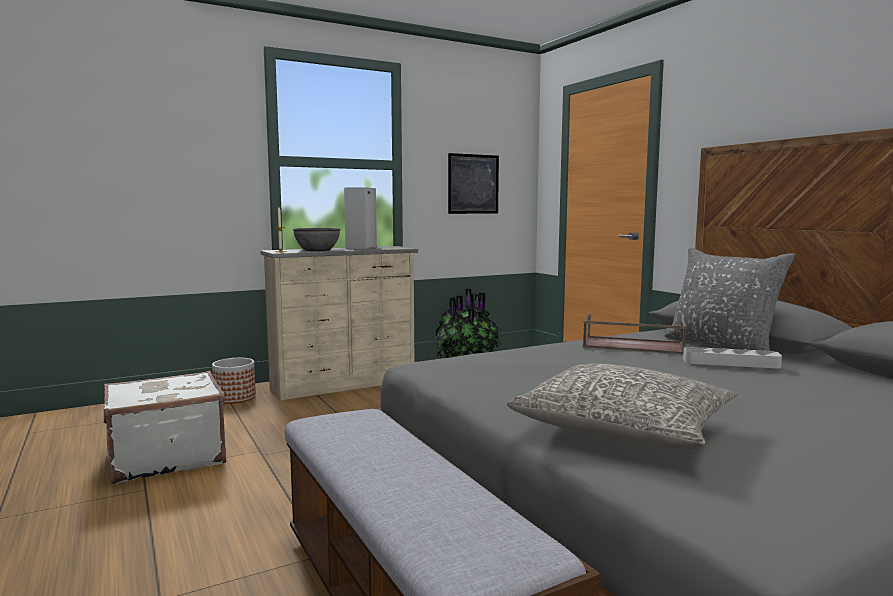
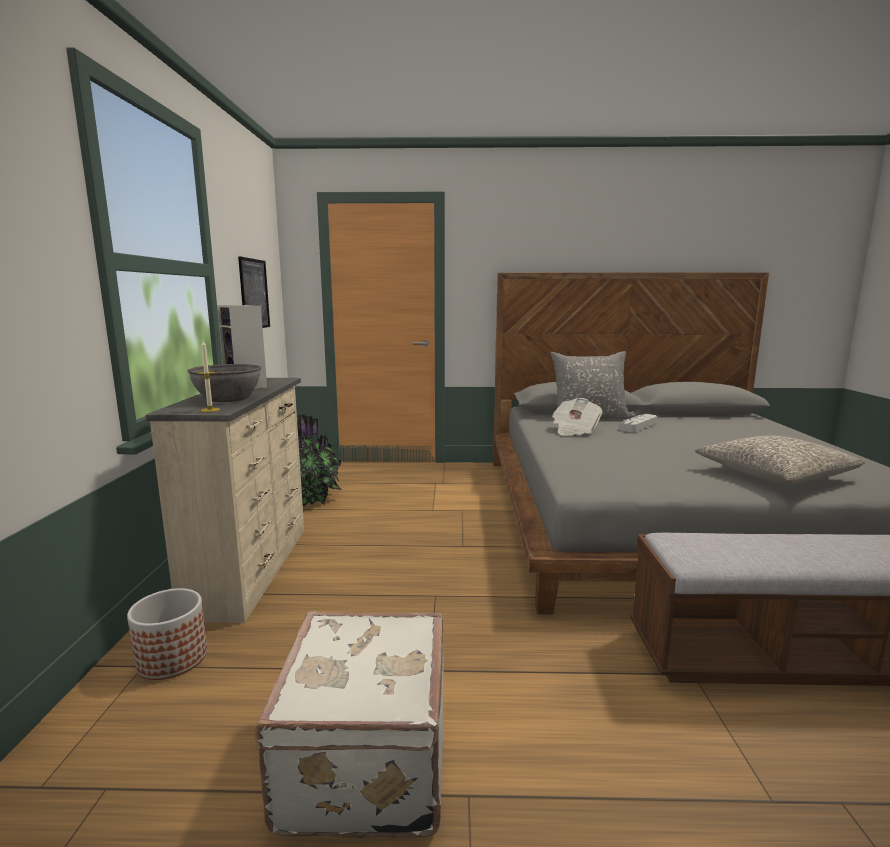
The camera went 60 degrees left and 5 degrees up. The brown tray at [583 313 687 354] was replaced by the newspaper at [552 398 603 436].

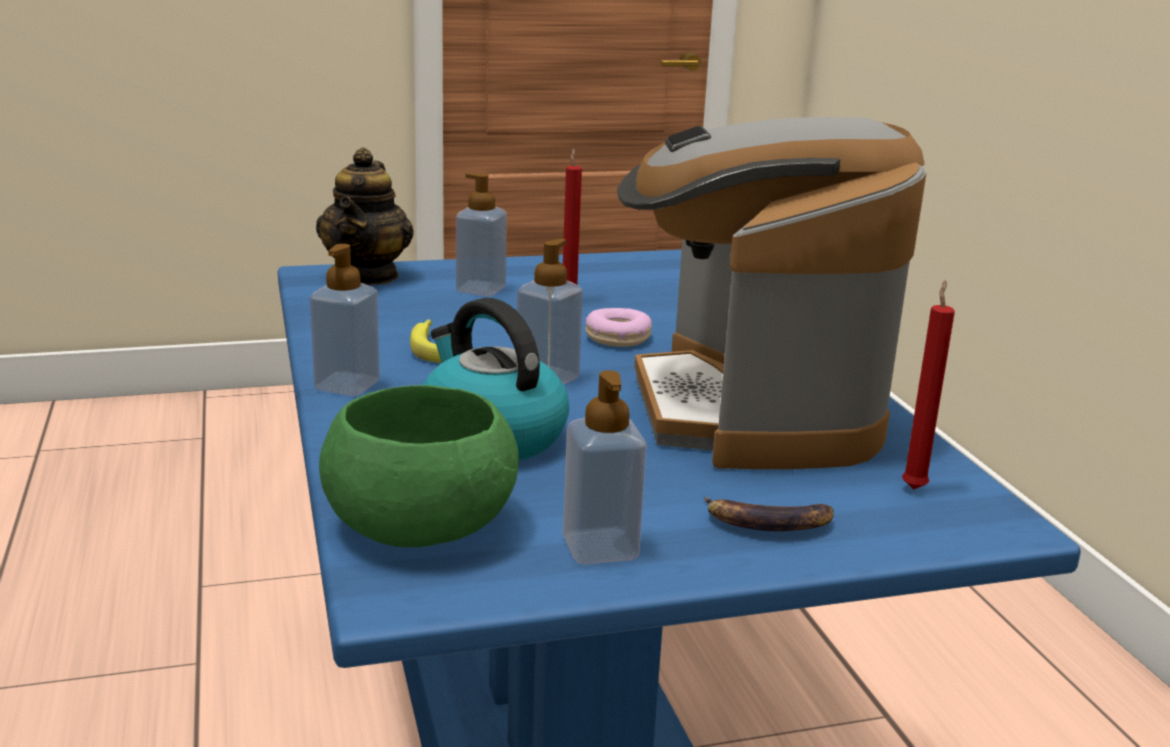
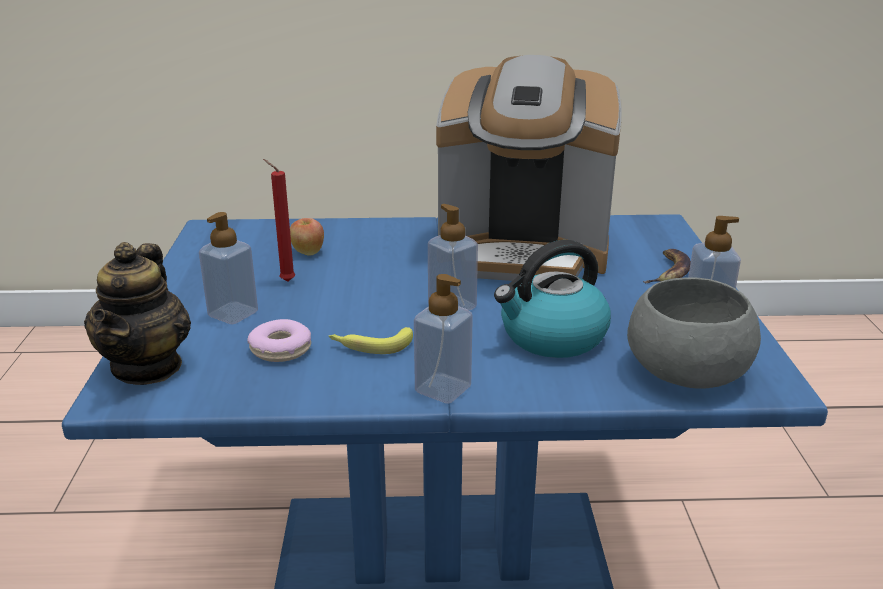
The camera went 75 degrees left and 5 degrees up. The teapot at [316 147 414 285] turned 75 degrees clockwise. The donut moved from [585 308 652 347] to [247 319 311 362]. The apple at [290 218 324 256] appeared. The green bowl at [319 385 519 547] became the grey bowl at [627 277 761 389]. The red candle at [902 280 955 489] disappeared.

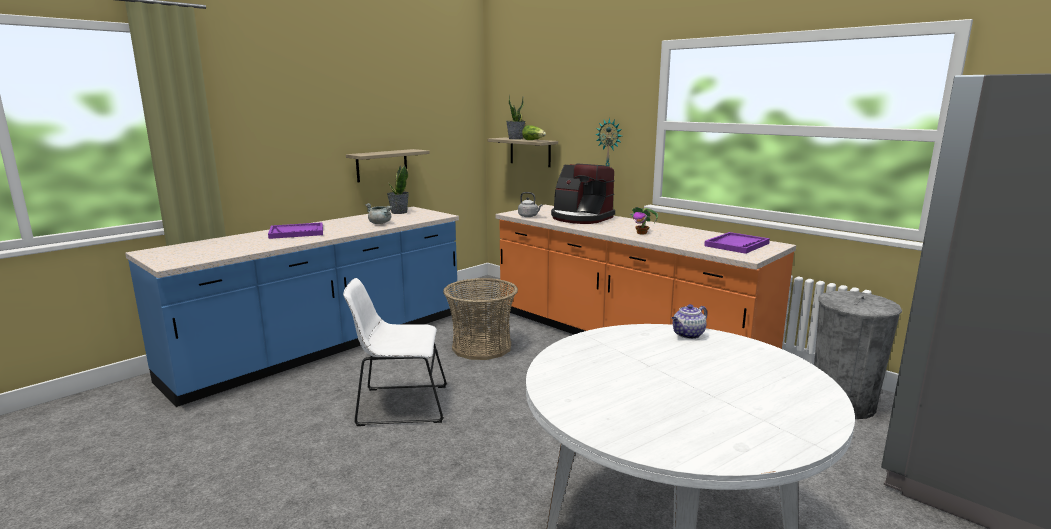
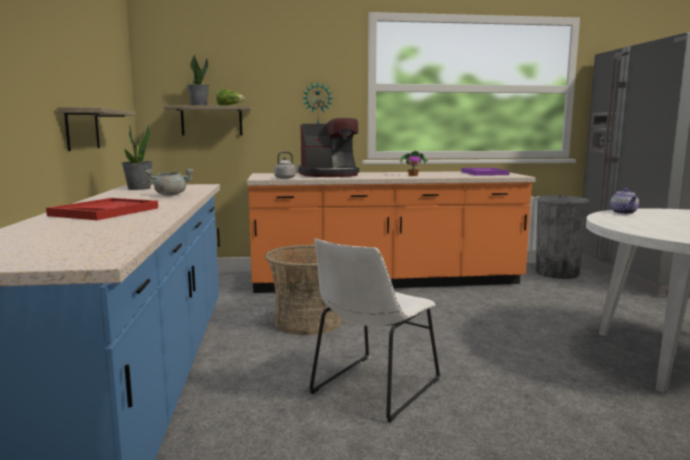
The camera went 50 degrees left and 5 degrees down. The purple tray at [268 222 323 239] became the red tray at [46 198 158 220].

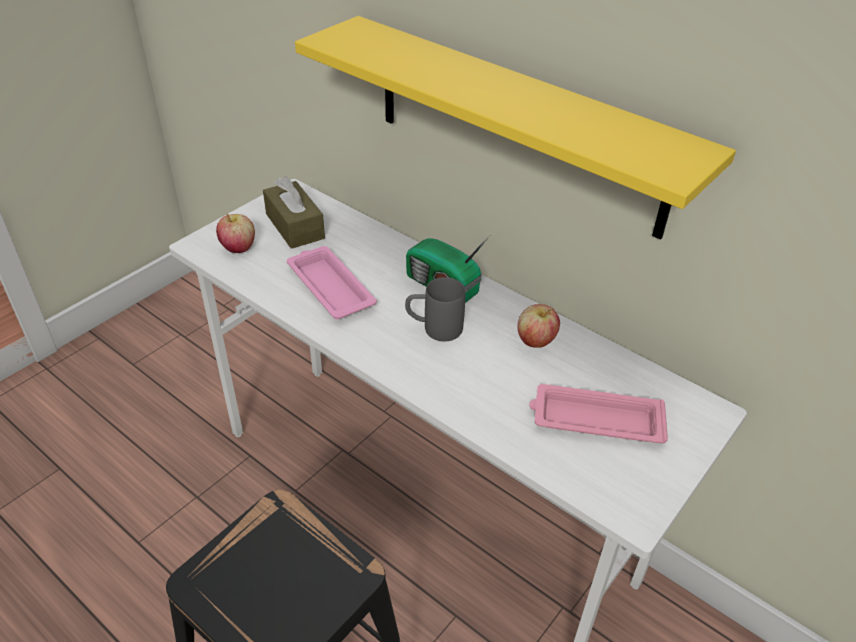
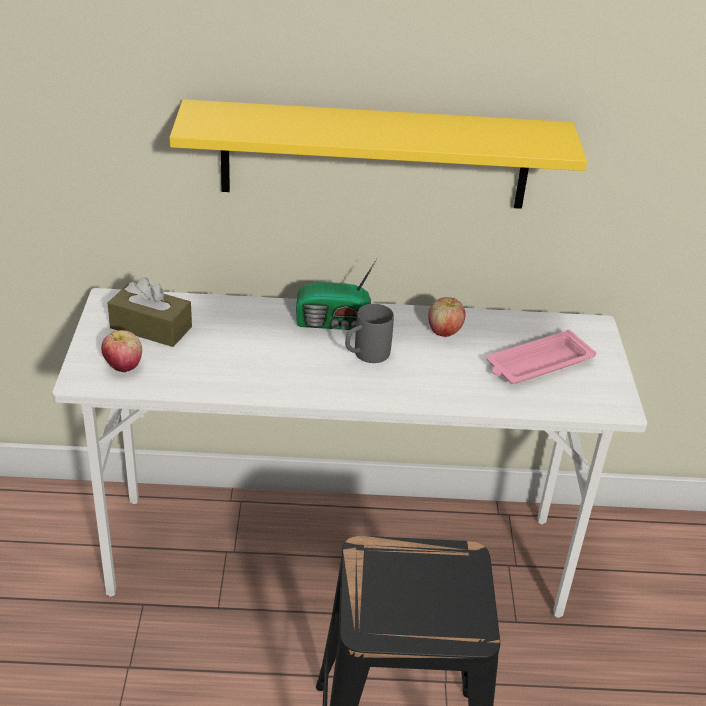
The camera went 40 degrees left and 5 degrees down. The pink tray at [287 246 377 319] disappeared.

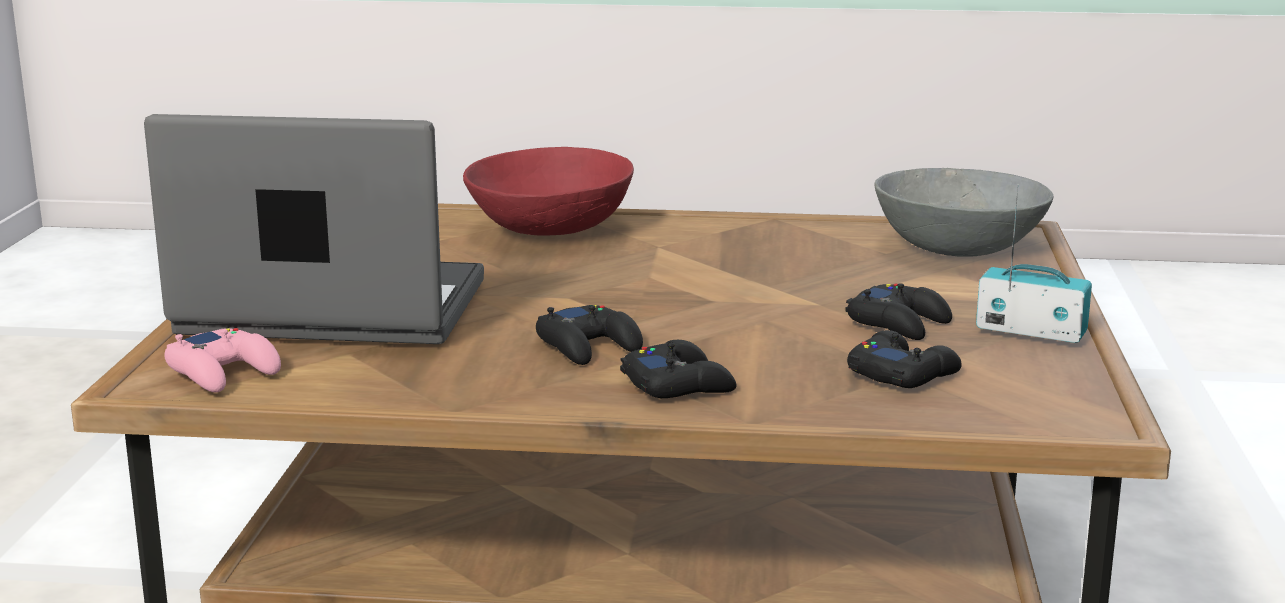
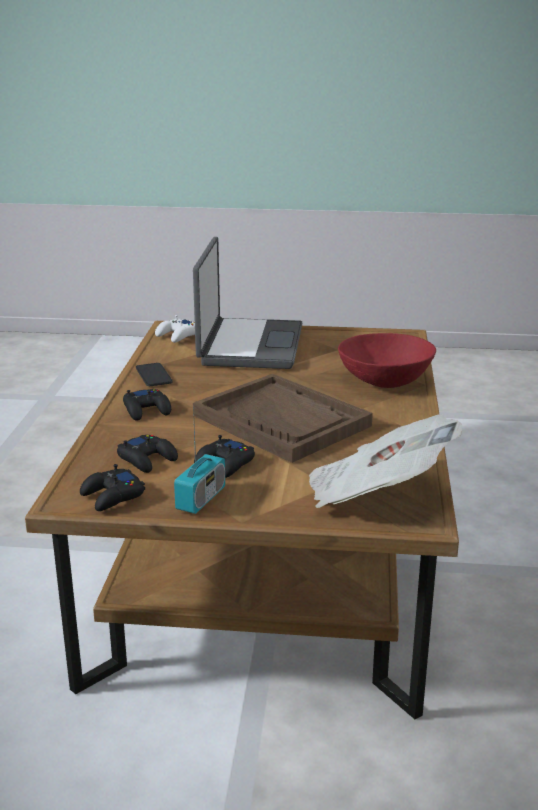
The camera went 90 degrees right and 5 degrees up. The black game controller moved from [536 305 643 365] to [80 464 145 511]. The phone at [136 363 173 386] appeared. The pink game controller at [165 328 281 393] became the white game controller at [155 315 195 343]. The brown tray at [193 374 373 463] appeared. The grey bowl at [874 168 1053 256] was replaced by the newspaper at [309 414 462 508].

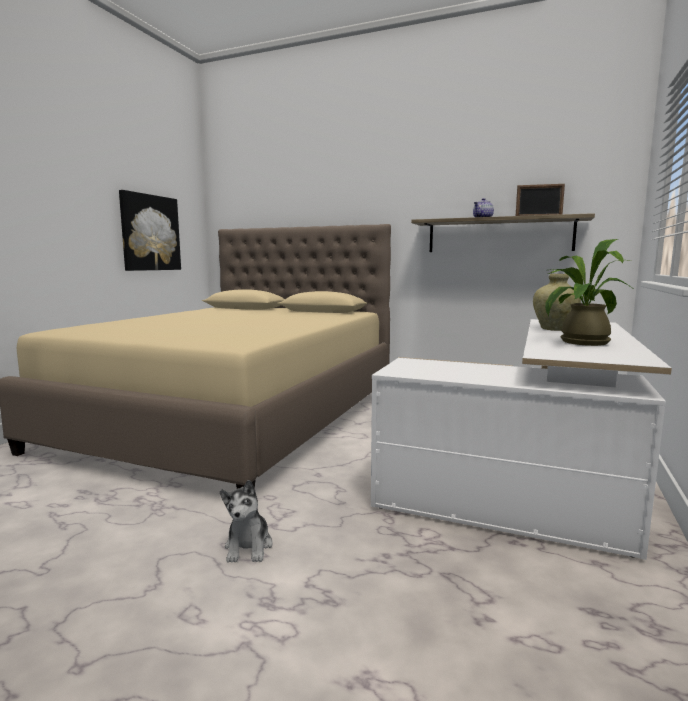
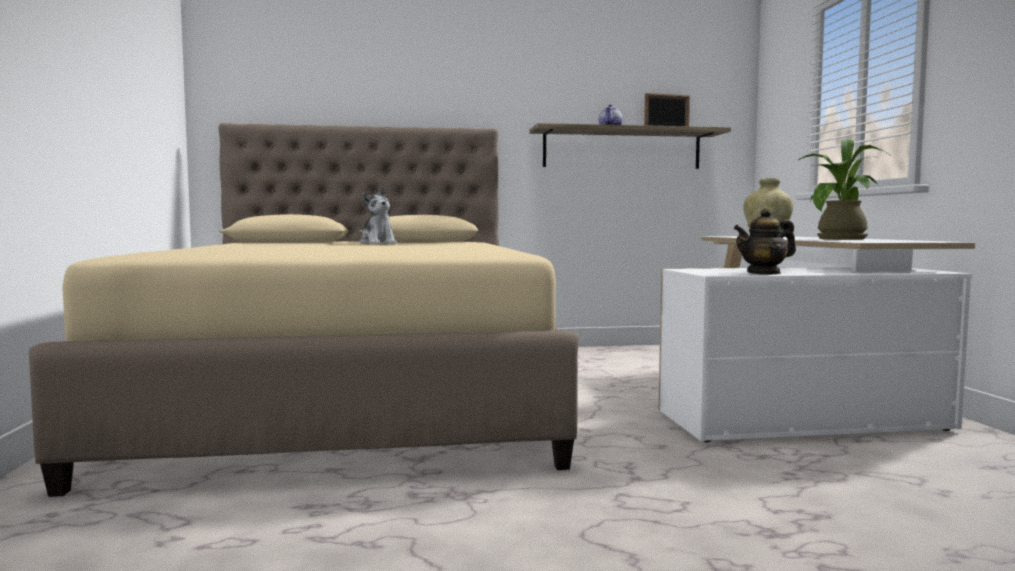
The camera went 30 degrees left and 5 degrees down. The plush toy moved from [220 480 273 563] to [360 187 397 244]. The teapot at [734 208 796 275] appeared. The picture at [119 190 181 271] disappeared.

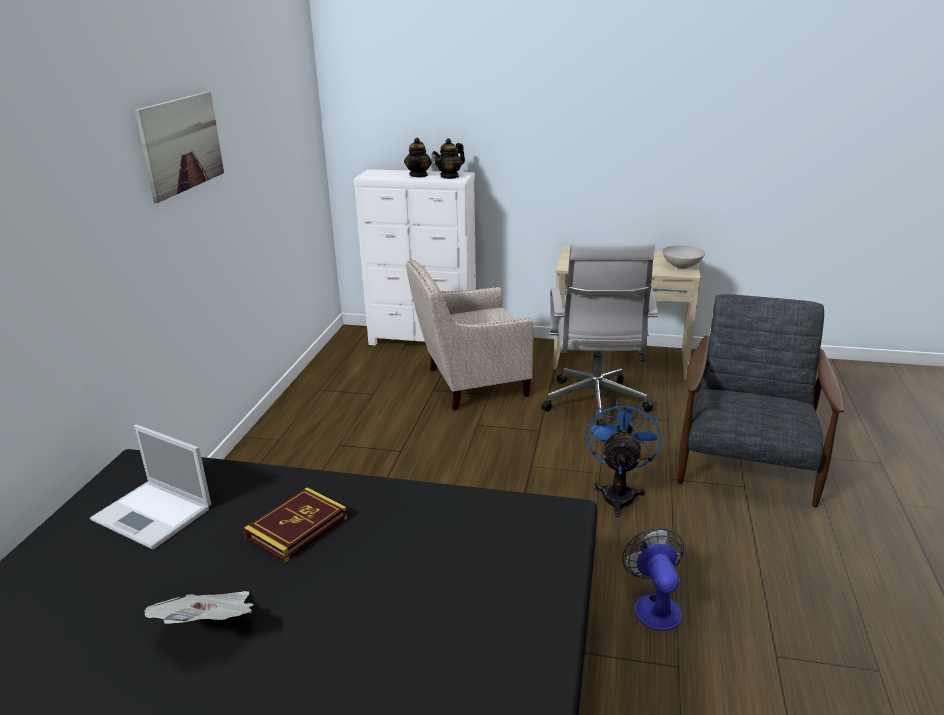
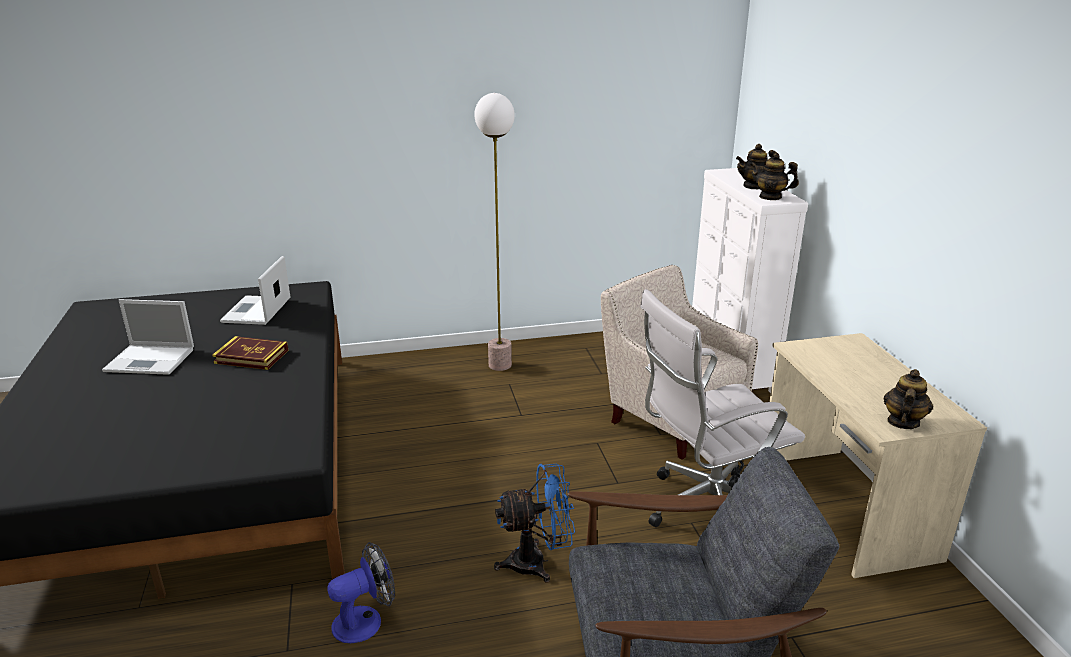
The camera went 65 degrees right and 0 degrees up. The newspaper at [145 591 254 624] was replaced by the laptop at [102 299 194 375]. The floor lamp at [474 93 515 371] appeared. The white bowl at [662 245 705 269] was replaced by the teapot at [884 369 933 429]. The picture at [135 91 224 203] disappeared.

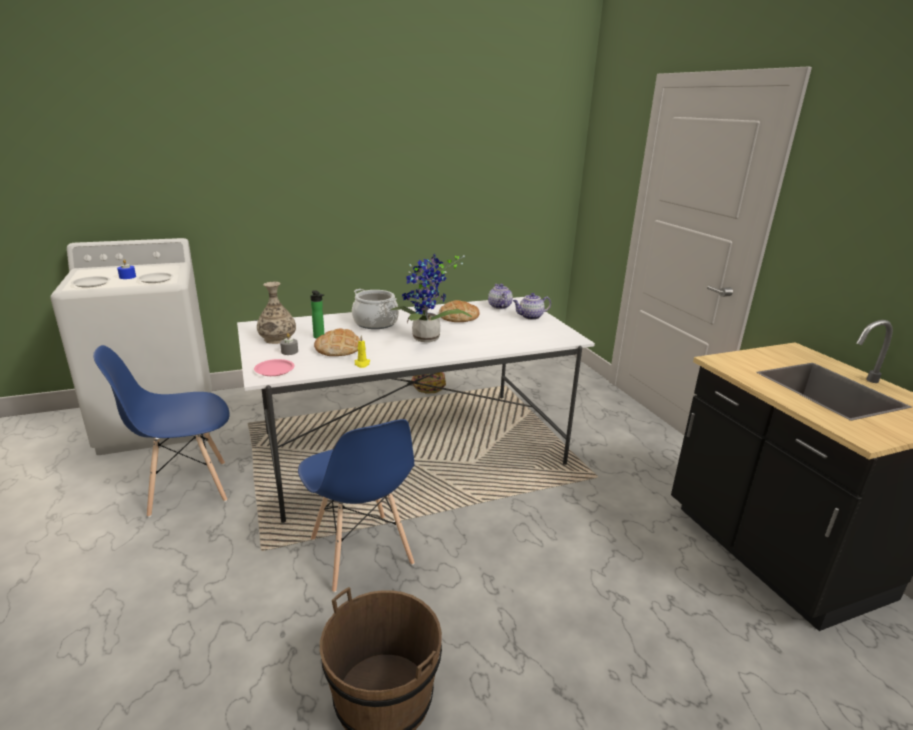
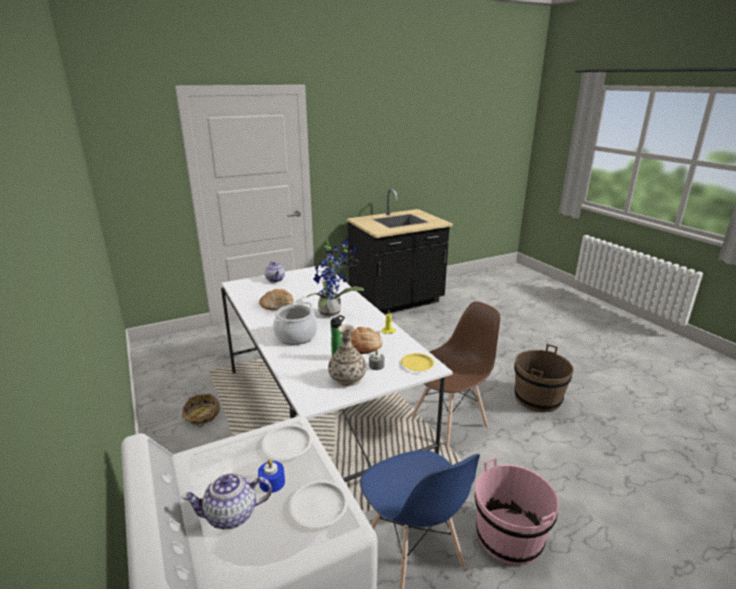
The camera went 95 degrees left and 0 degrees up. The teapot moved from [488 284 513 309] to [181 473 272 530]. The pink plate at [254 359 295 376] became the yellow plate at [401 353 434 371]. The blue chair at [298 419 414 593] became the brown chair at [412 302 500 446]. The pink bucket at [475 457 559 566] appeared.

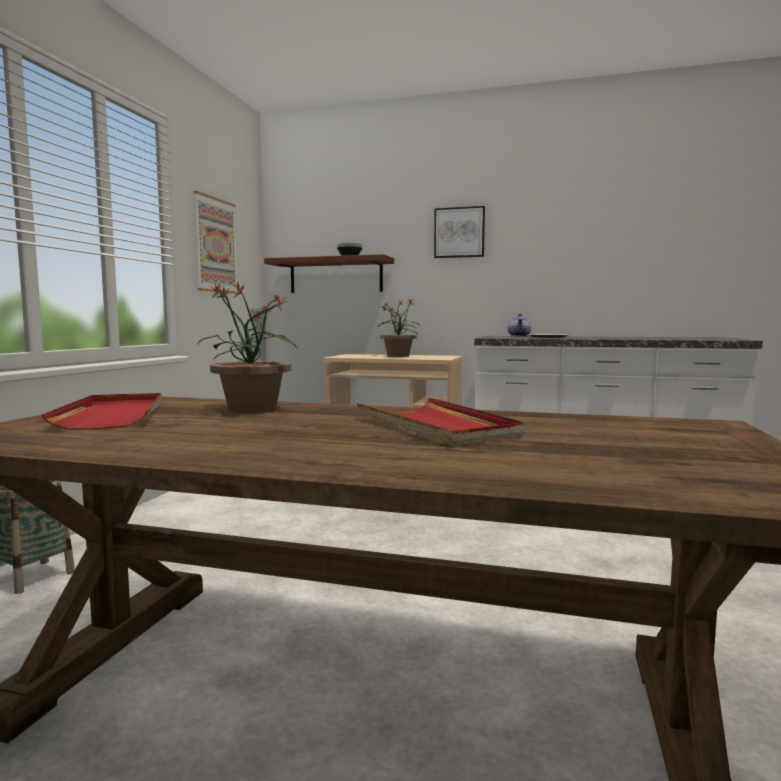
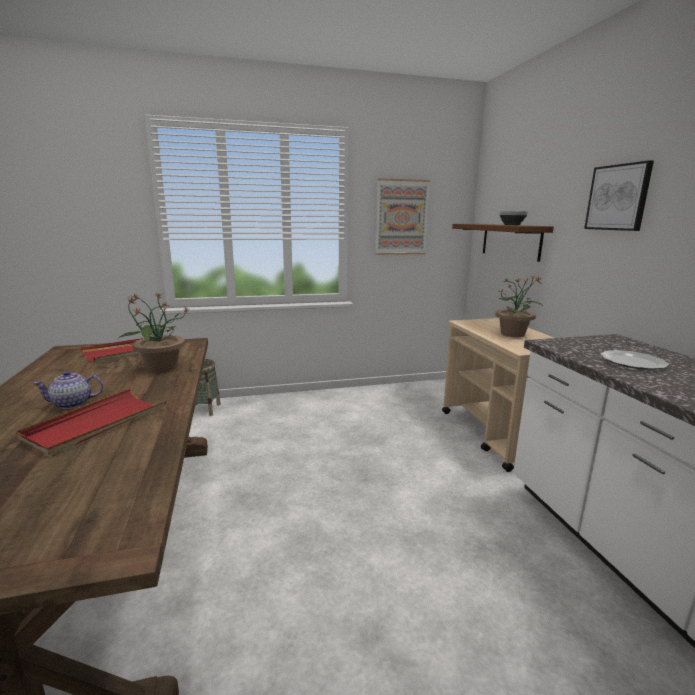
The camera went 60 degrees right and 10 degrees up. The teapot moved from [508 314 531 337] to [32 371 103 409].

